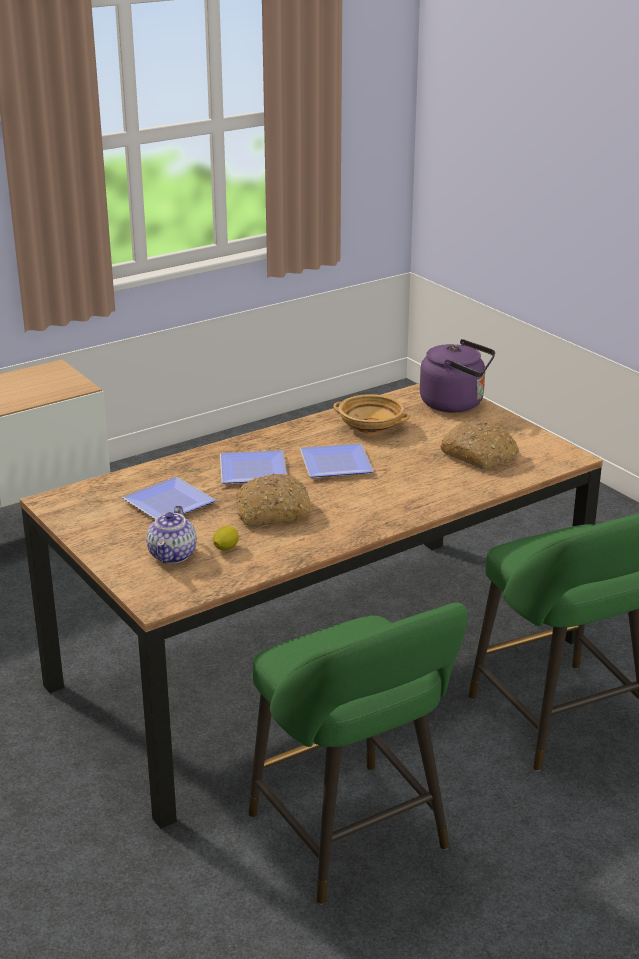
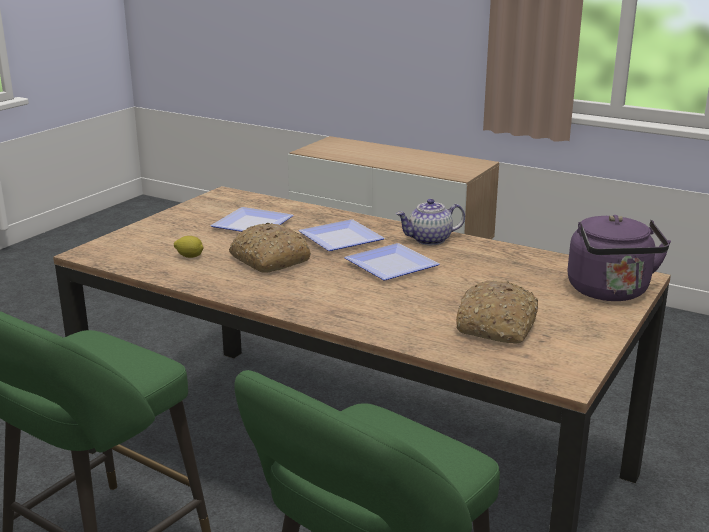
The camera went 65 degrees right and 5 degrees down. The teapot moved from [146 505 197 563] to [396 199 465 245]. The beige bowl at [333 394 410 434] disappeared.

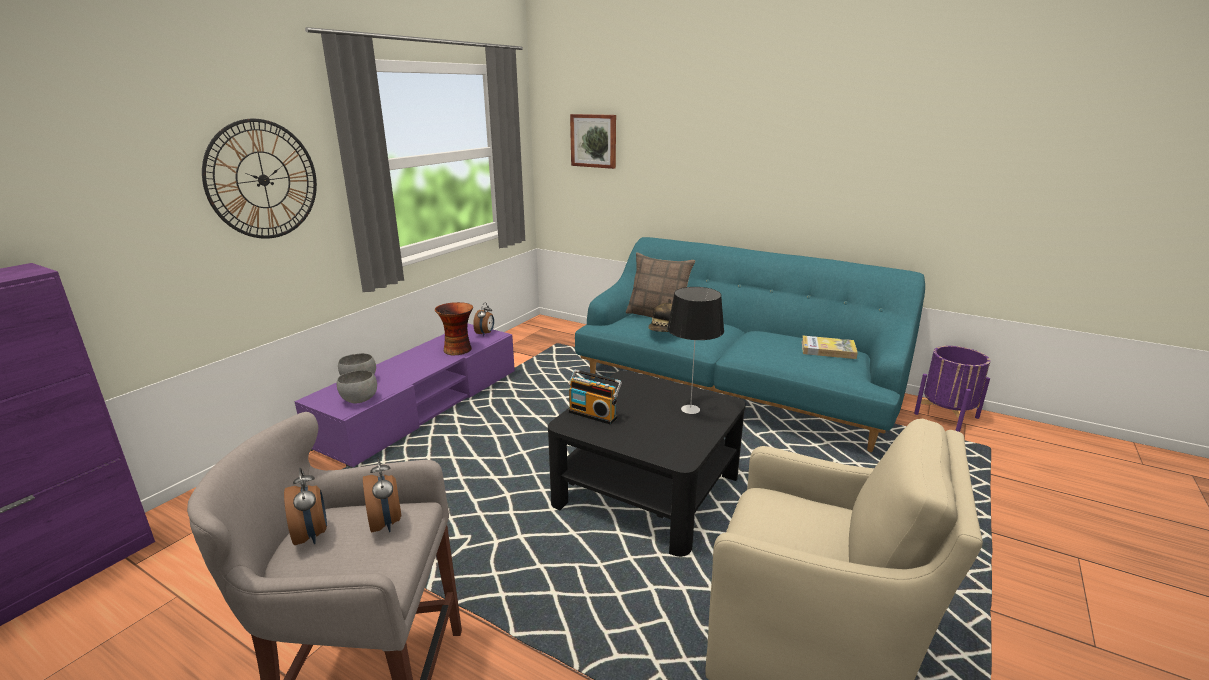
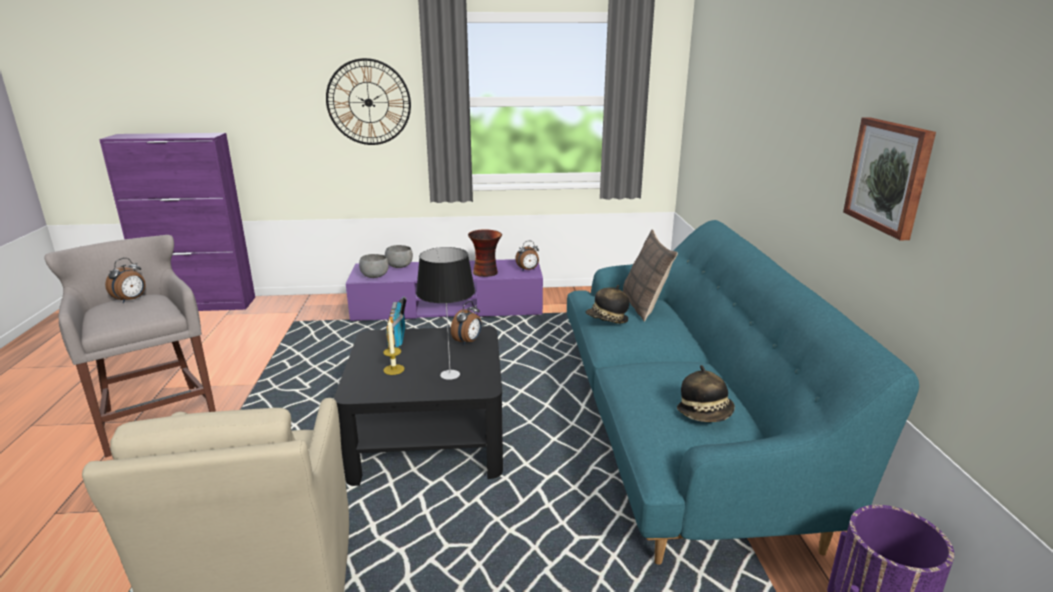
The camera went 55 degrees right and 0 degrees up. The candle at [383 319 404 375] appeared. The alarm clock moved from [363 457 402 533] to [451 301 482 345]. The book at [802 335 858 359] was replaced by the hat at [677 365 735 422]. The picture moved from [570 114 616 169] to [843 118 936 241].

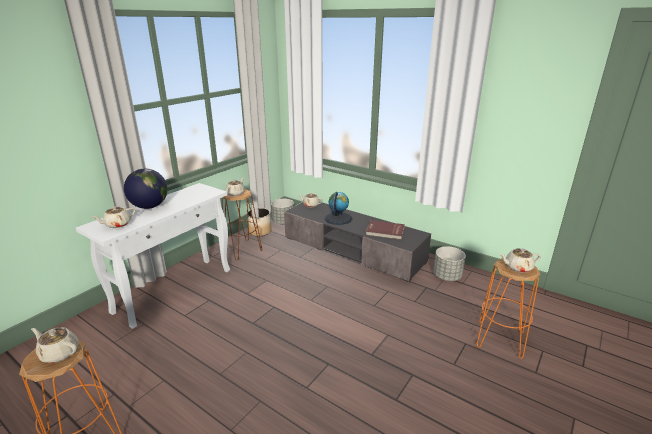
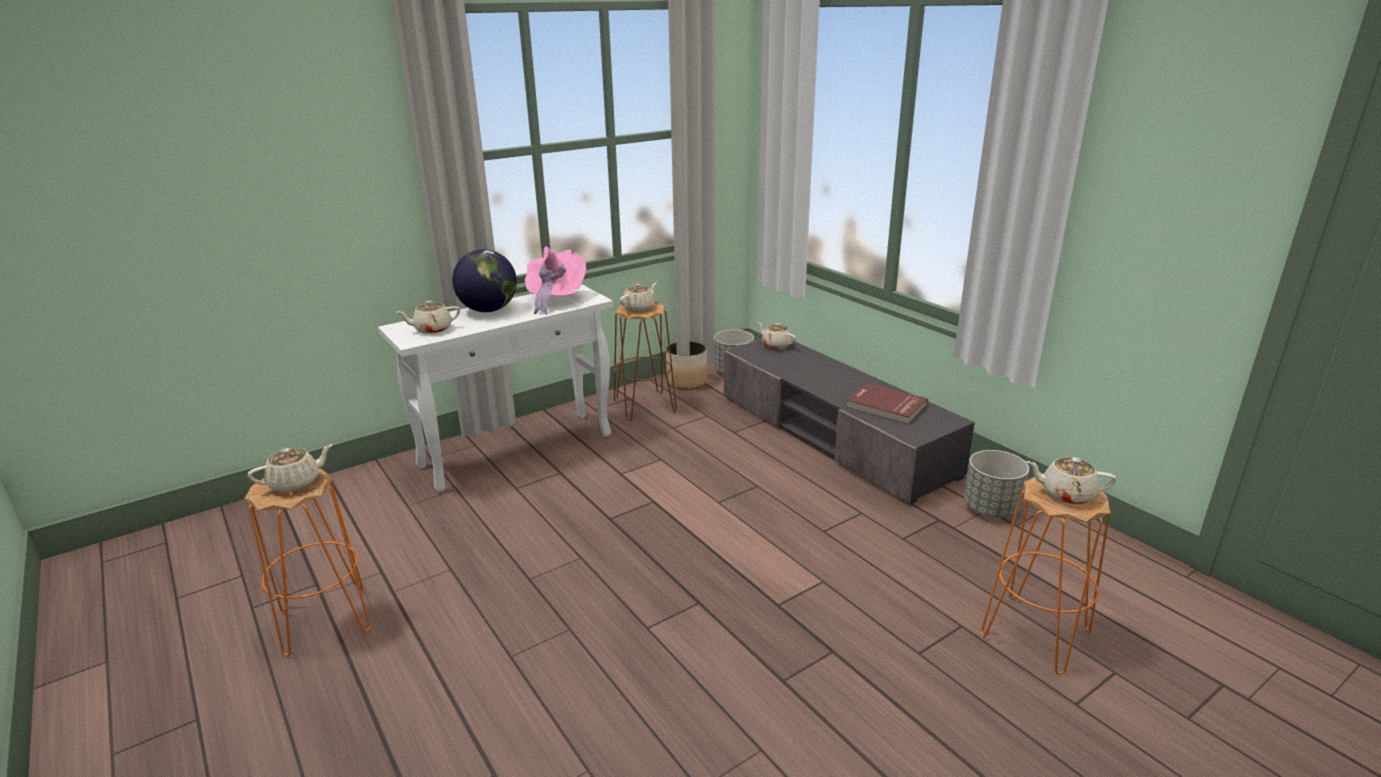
The camera went 20 degrees right and 0 degrees up. The beige teapot at [31 327 79 363] turned 105 degrees clockwise. The pink hat at [525 246 586 315] appeared. The globe at [325 192 352 225] disappeared.

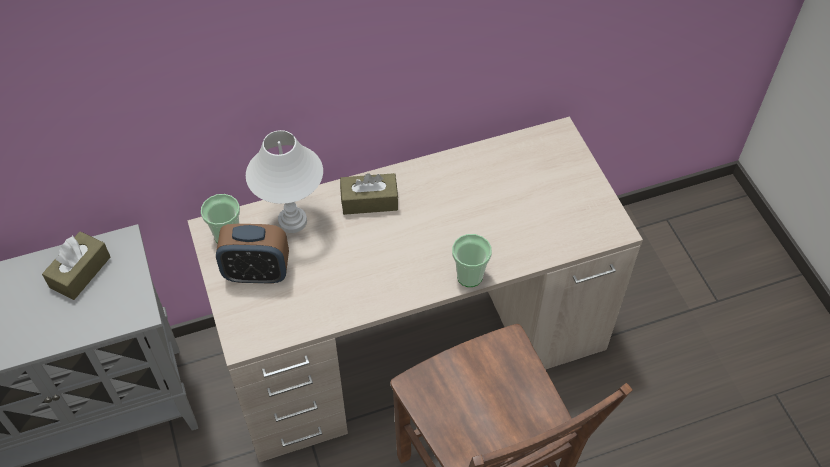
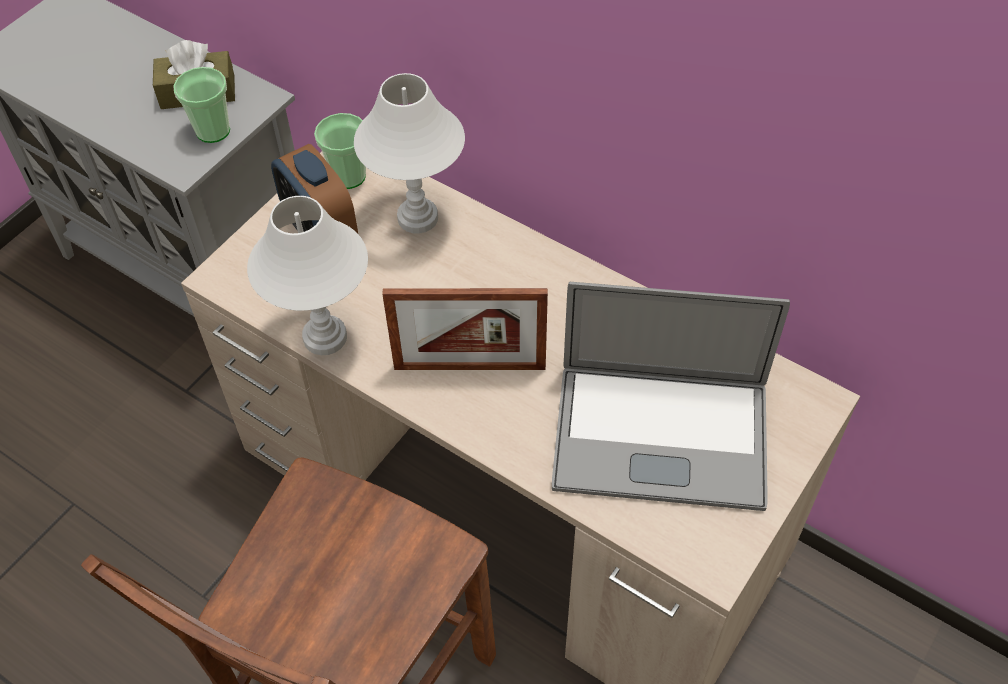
The camera went 55 degrees right and 0 degrees up. The cup moved from [452 234 492 287] to [173 67 230 143]. The white table lamp at [247 196 368 355] appeared. The picture frame at [382 288 548 370] appeared. The laptop at [552 282 790 511] appeared. The brown tissue box at [340 173 398 215] disappeared.

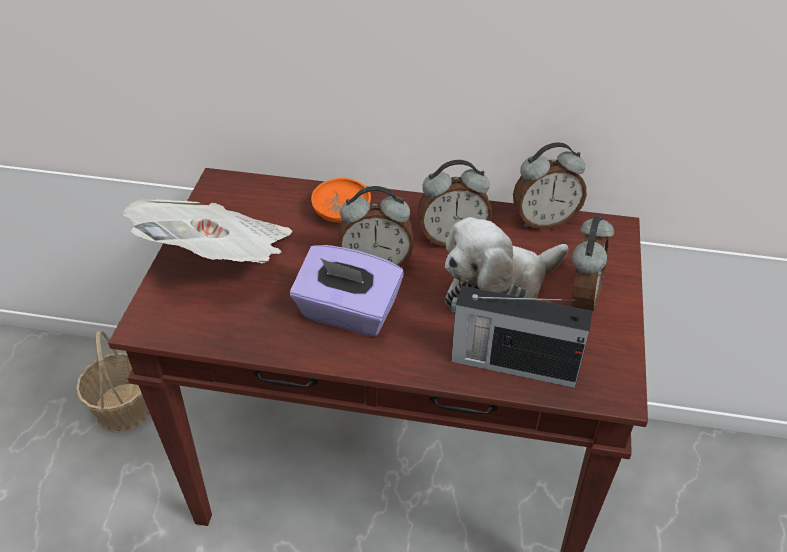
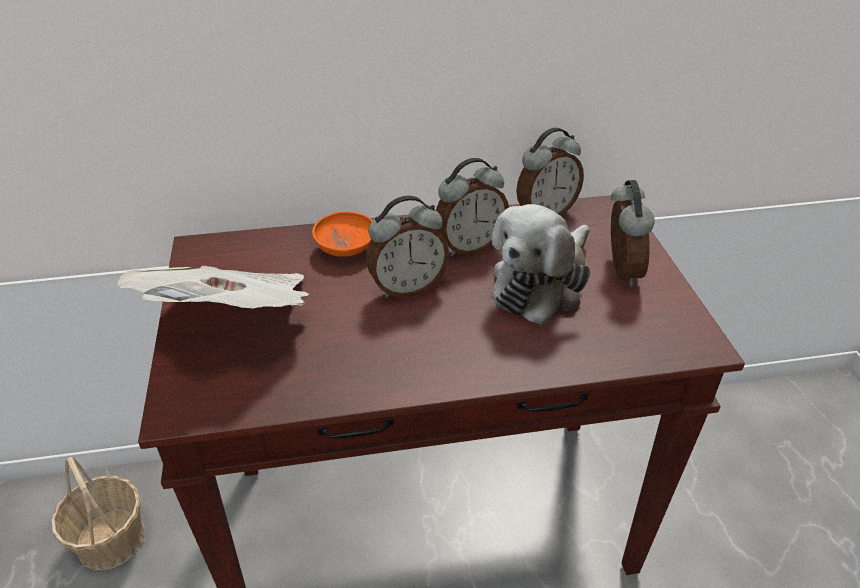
The camera went 20 degrees left and 5 degrees down. The purple tissue box at [290 245 404 336] disappeared. The radio at [450 286 592 388] disappeared.

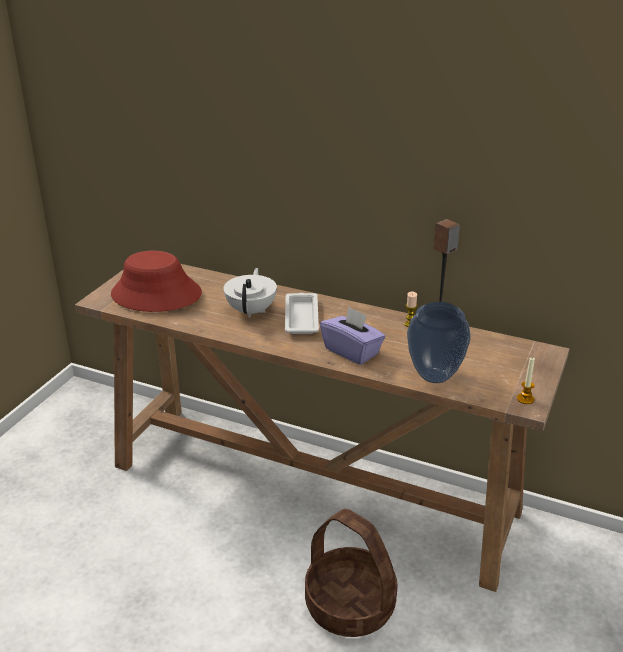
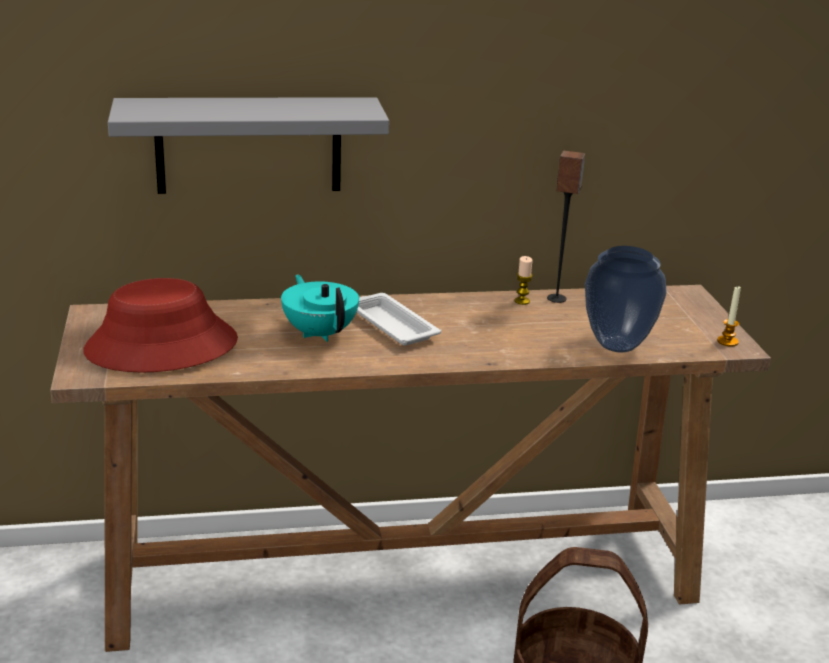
The camera went 35 degrees left and 5 degrees down. The grey shelf at [108 97 389 194] appeared. The white teapot at [224 268 277 318] became the turquoise teapot at [281 275 359 342]. The purple tissue box at [320 307 386 365] disappeared.

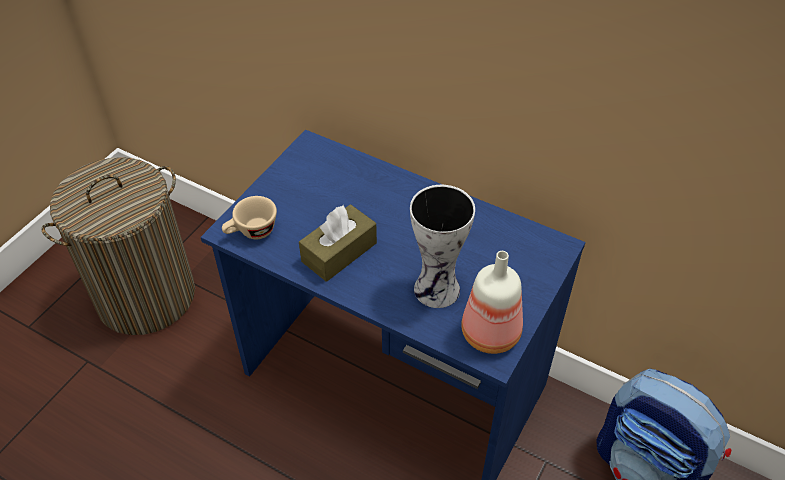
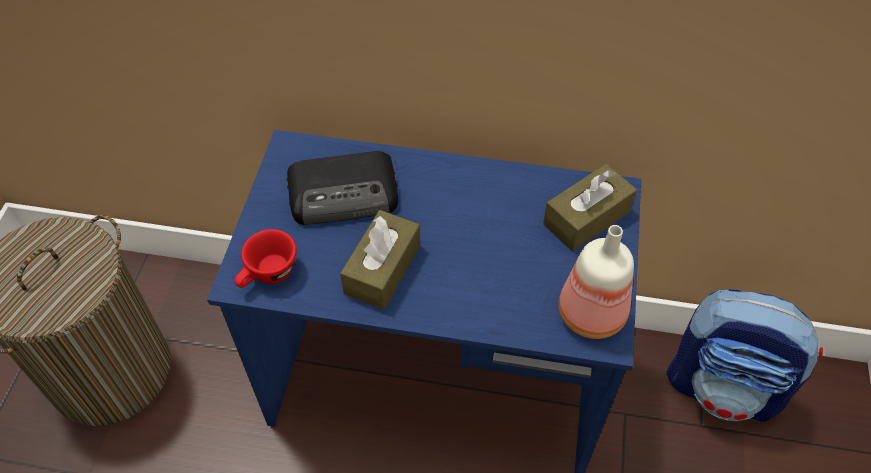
The camera went 20 degrees left and 5 degrees up. The beige cup at [222 196 277 239] became the red cup at [234 229 297 288]. The radio at [287 151 398 225] appeared. The brown tissue box at [543 164 637 251] appeared. The vase at [410 185 475 308] disappeared.

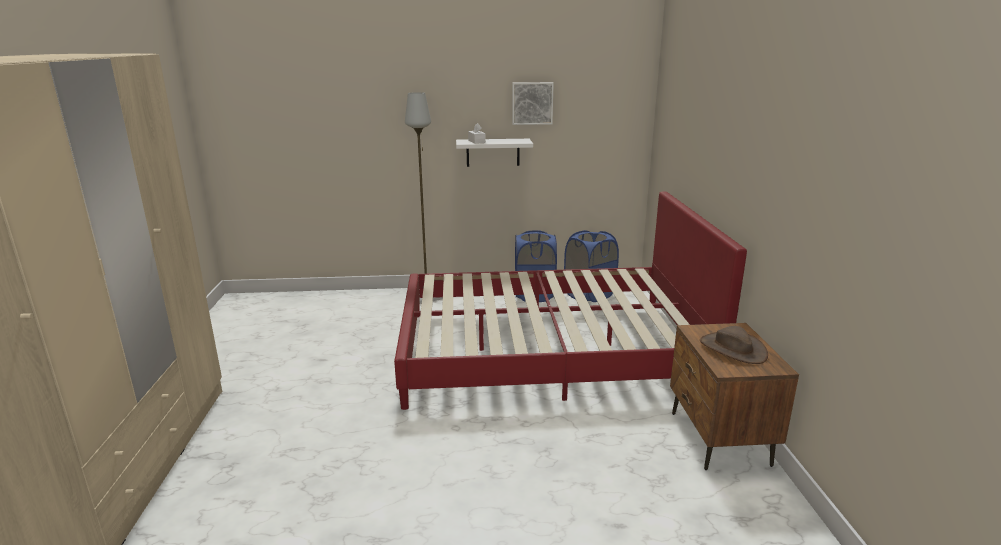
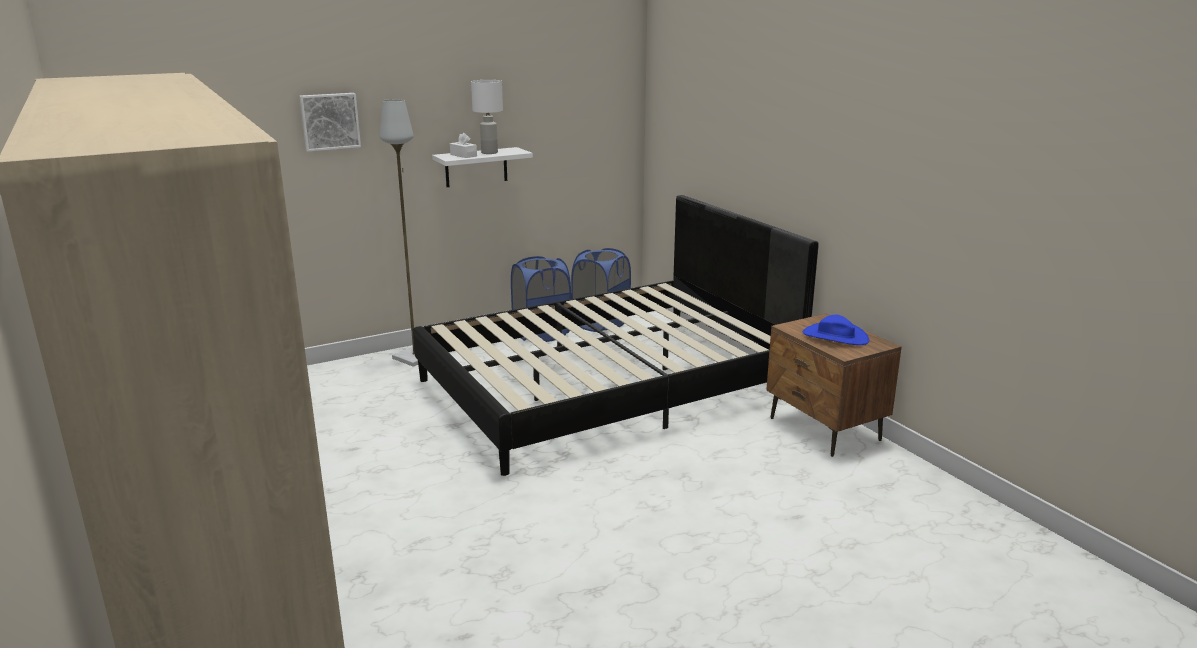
The camera went 25 degrees left and 0 degrees up. The picture moved from [512 82 554 125] to [299 93 361 152]. The red bed at [394 191 747 410] became the black bed at [413 195 819 476]. The white table lamp at [471 80 503 154] appeared. The brown hat at [700 326 768 364] became the blue hat at [803 315 869 345].

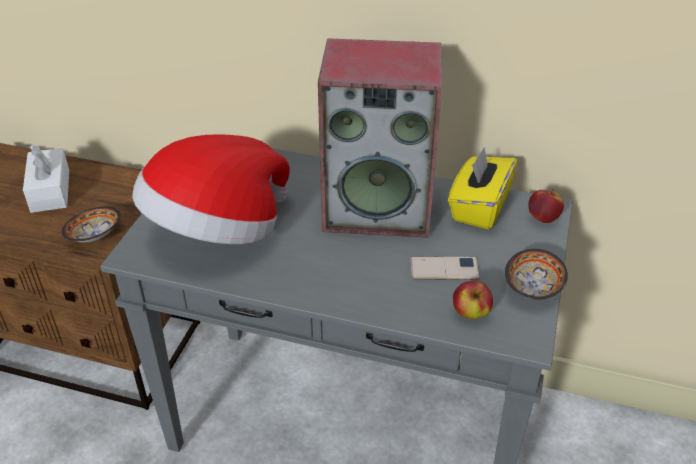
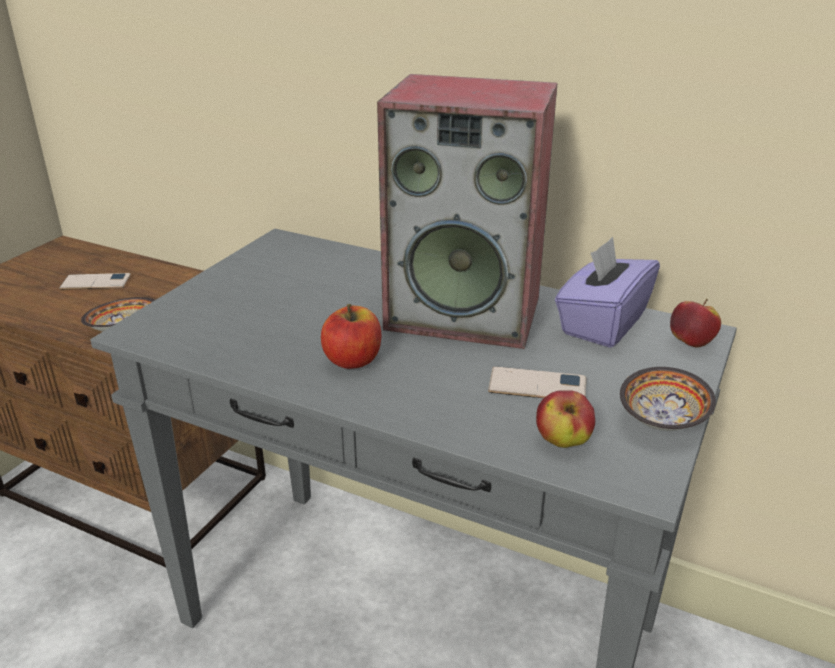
The camera went 10 degrees right and 10 degrees down. The white tissue box at [23 144 69 213] was replaced by the phone at [59 273 131 290]. The apple at [321 304 381 369] appeared. The yellow tissue box at [448 147 518 230] became the purple tissue box at [555 237 660 348]. The hat at [132 134 290 244] disappeared.

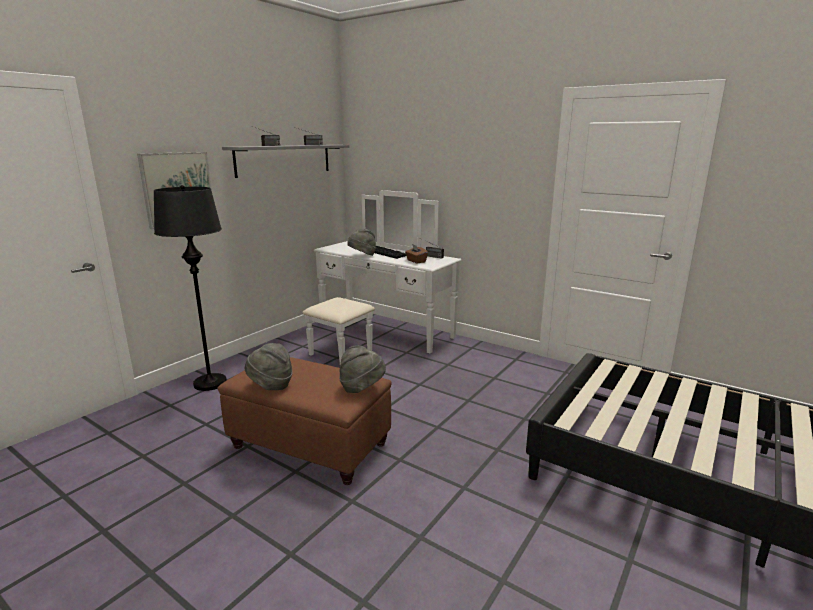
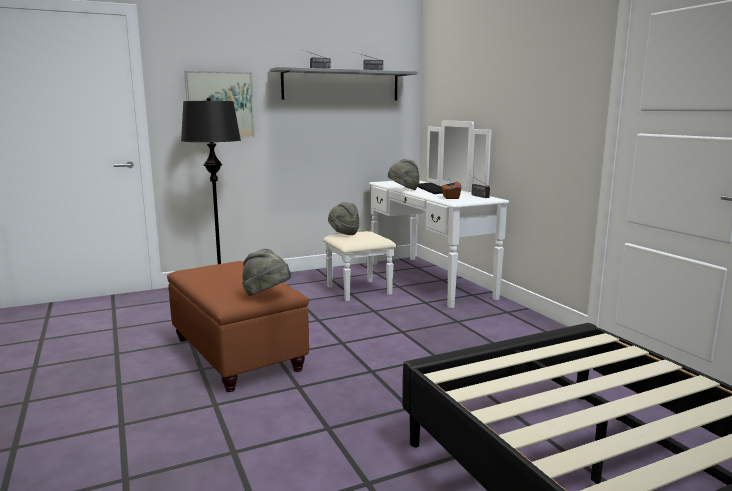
The camera went 30 degrees right and 5 degrees down. The grey hat moved from [245 343 293 390] to [328 202 360 235].

